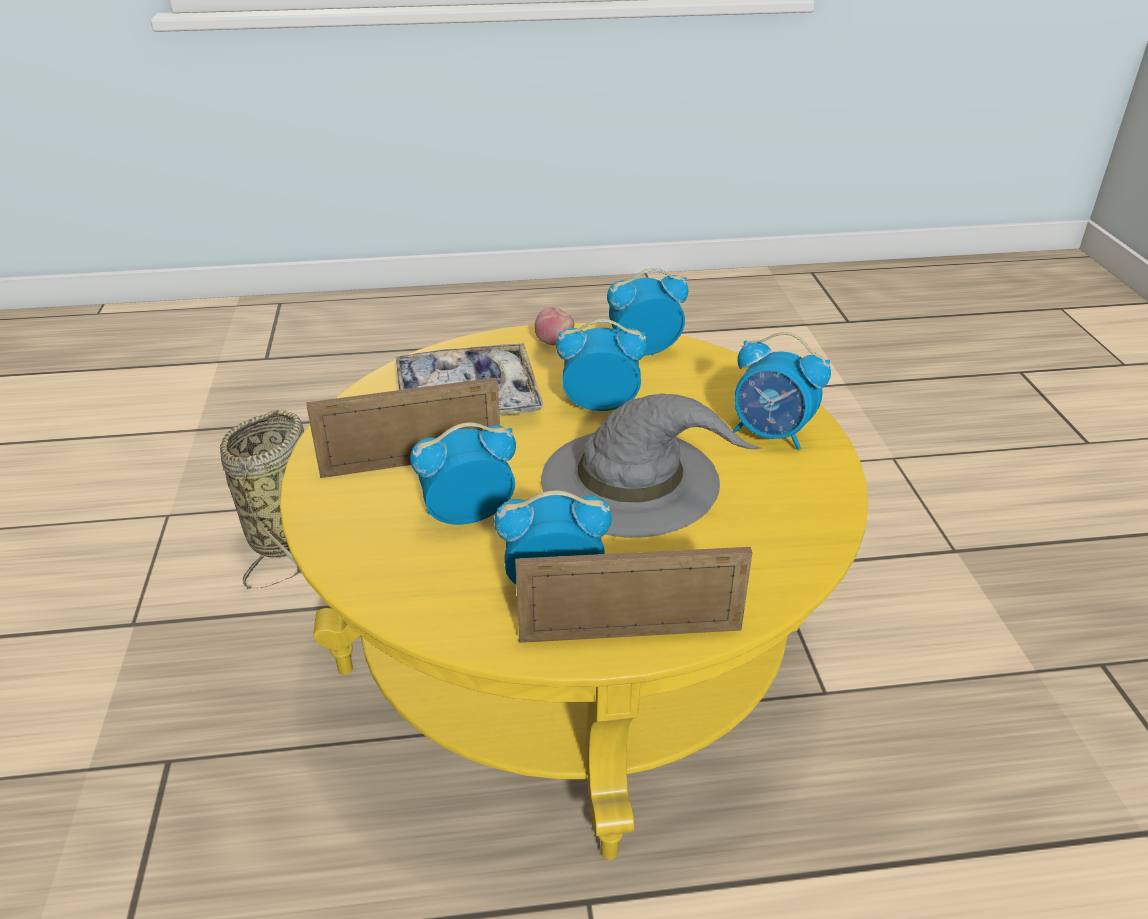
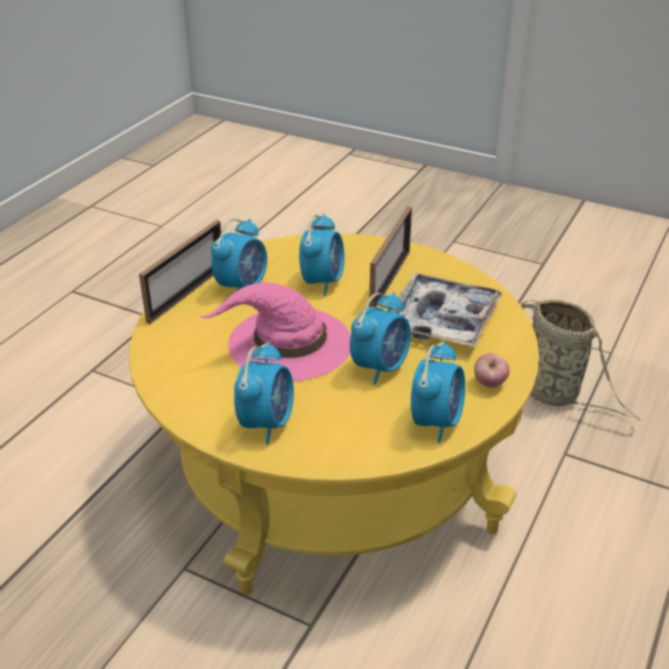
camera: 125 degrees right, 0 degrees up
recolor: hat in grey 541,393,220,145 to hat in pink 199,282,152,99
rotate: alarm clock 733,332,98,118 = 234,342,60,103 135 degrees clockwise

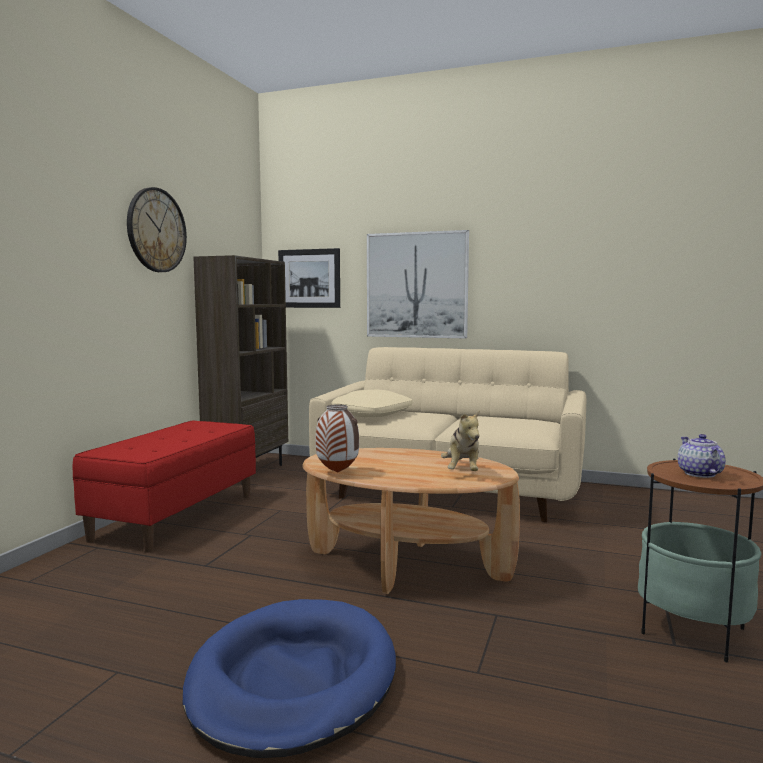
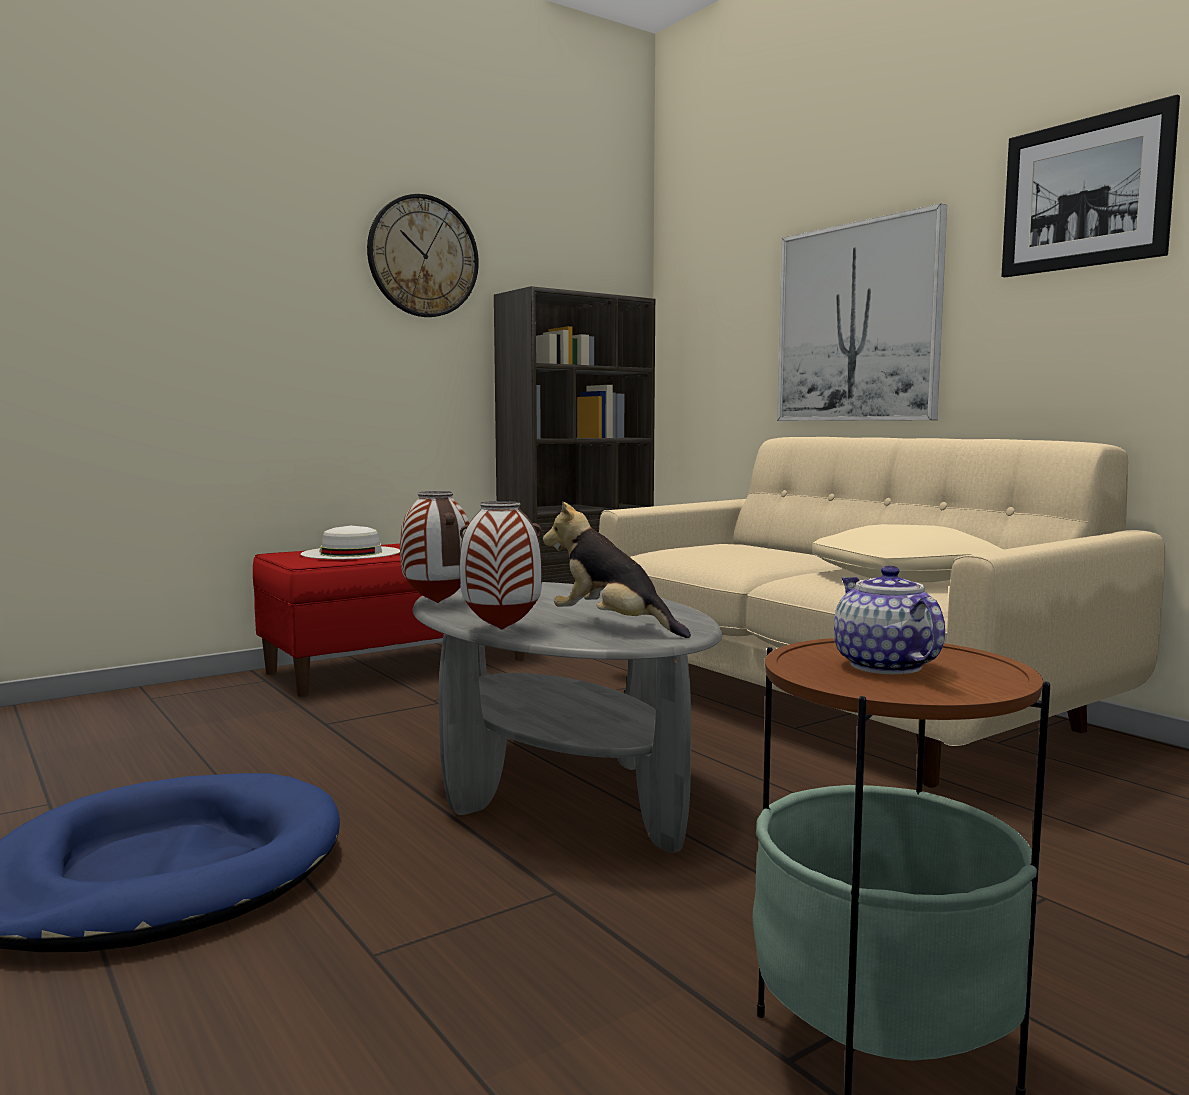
camera: 35 degrees right, 0 degrees up
insert: hat in white 301,525,99,34; vase 459,501,84,129
move: pillow in beige 331,390,81,27 to 812,524,192,58; picture 278,248,62,60 to 1001,95,179,182
recolor: coffee table in brown 302,448,218,146 to coffee table in grey 413,582,309,271
rotate: plush toy 441,410,39,61 = 543,502,148,136 90 degrees clockwise; teapot 678,434,47,44 = 834,565,111,109 45 degrees counterclockwise

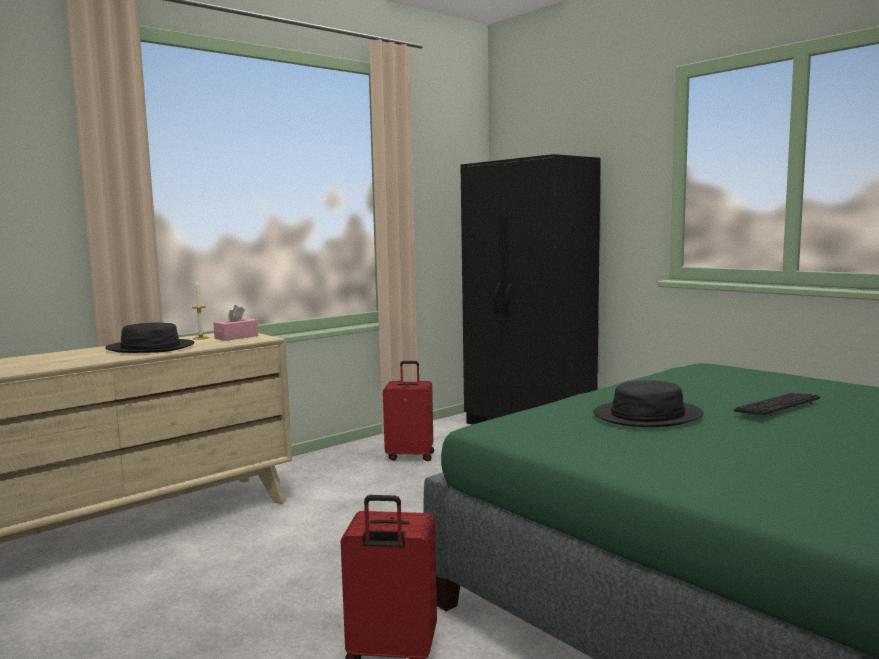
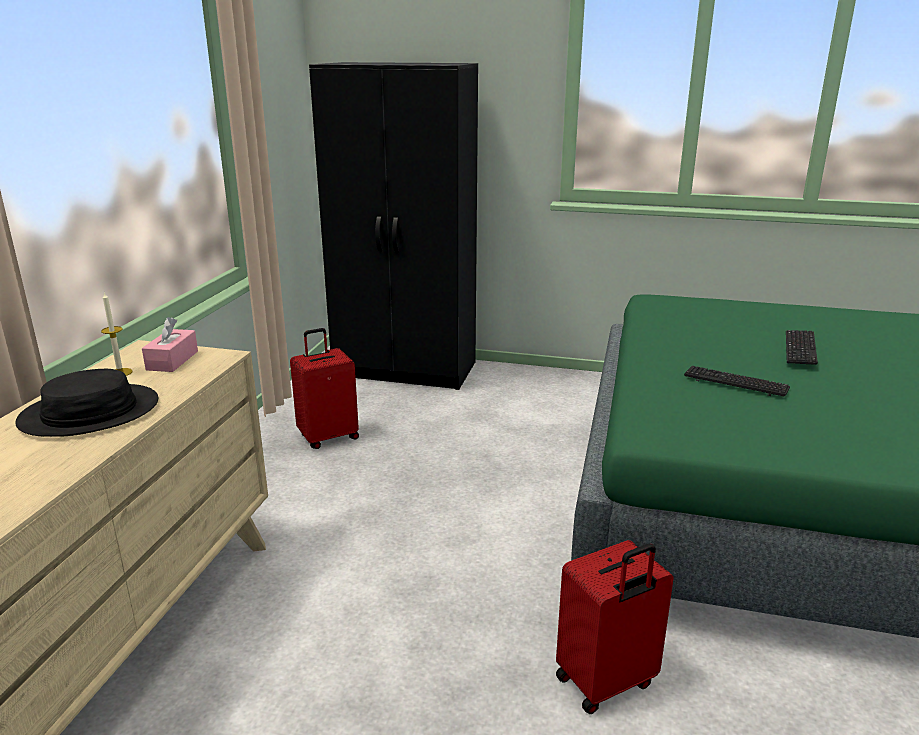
camera: 35 degrees left, 15 degrees up
replace: hat in black 593,380,111,47 to keyboard 684,366,106,31

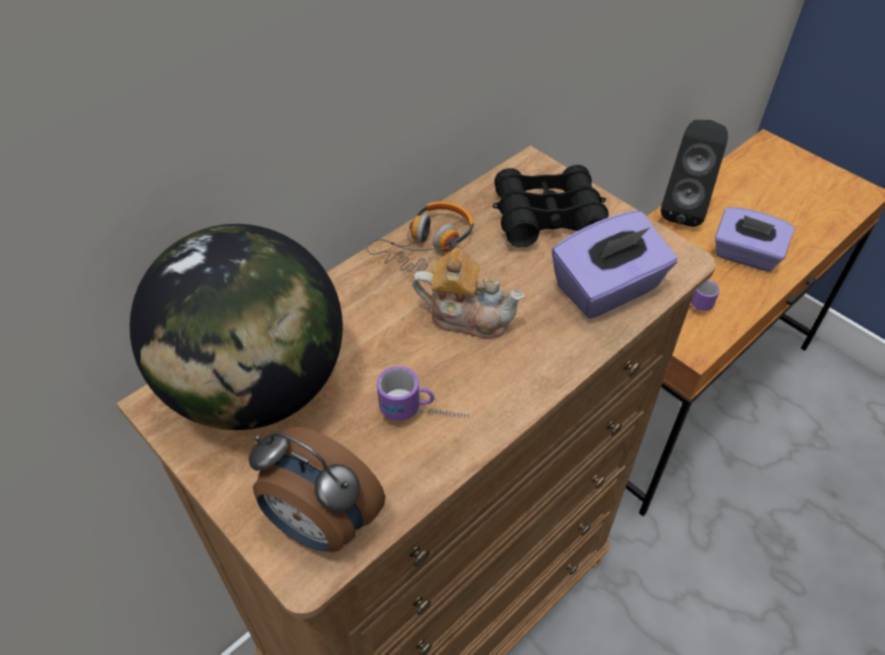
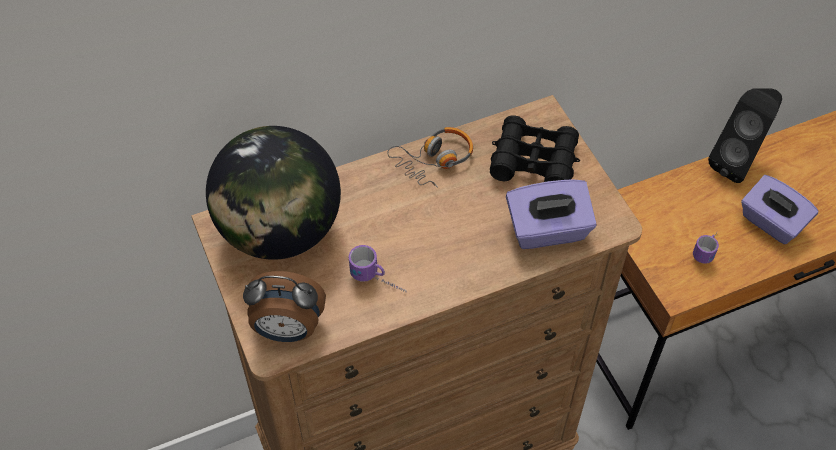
camera: 20 degrees right, 5 degrees up
delete: teapot 412,248,113,90
rotate: alarm clock 248,427,137,125 = 243,271,83,71 45 degrees counterclockwise

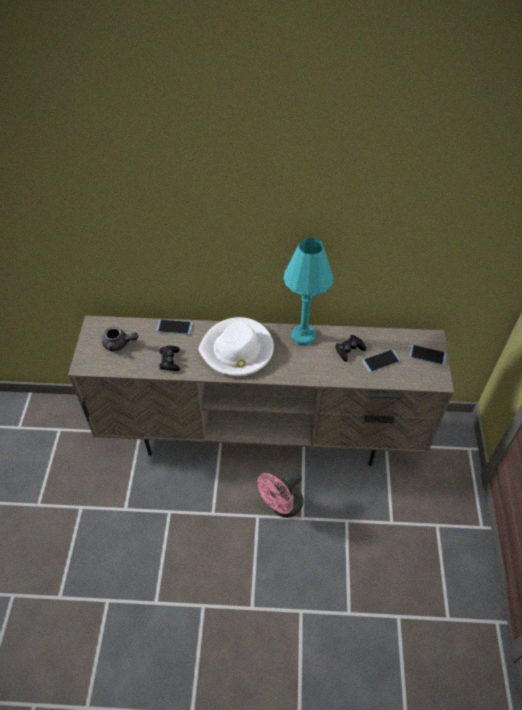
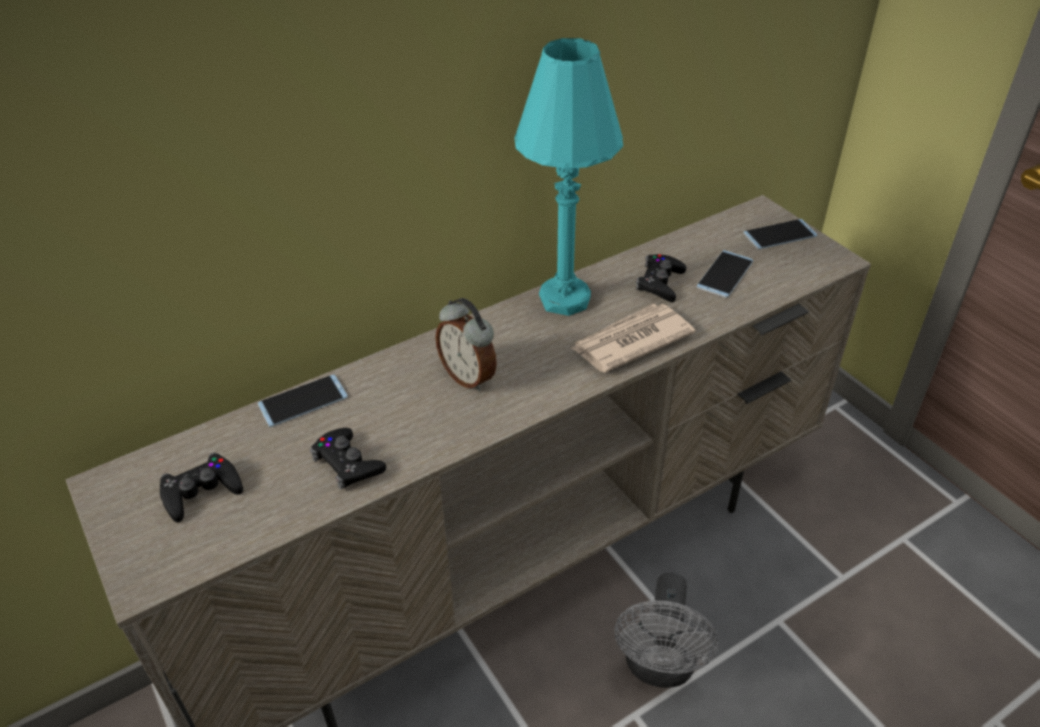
camera: 35 degrees left, 10 degrees down
insert: newspaper 570,304,125,68
replace: teapot in grey 102,327,36,25 to game controller in black 160,453,83,69; hat in white 198,317,76,59 to alarm clock 435,298,62,94
recolor: fan in pink 258,470,46,48 to fan in grey 615,573,104,115

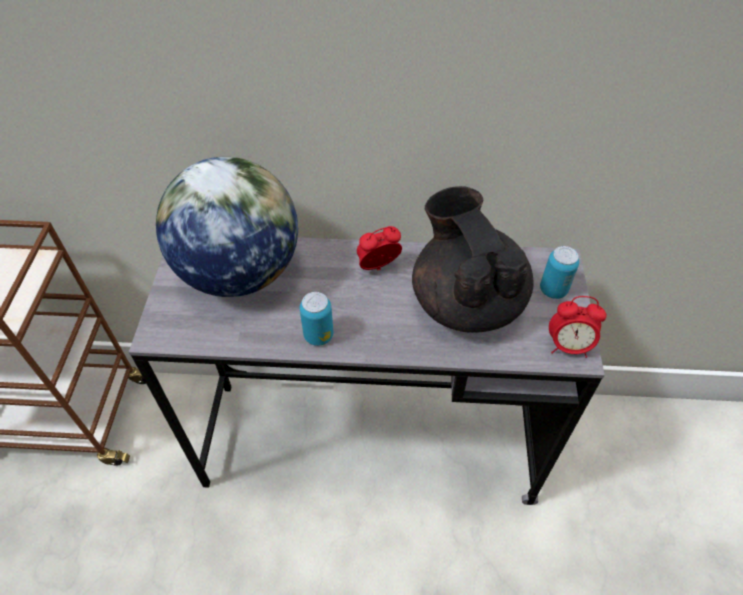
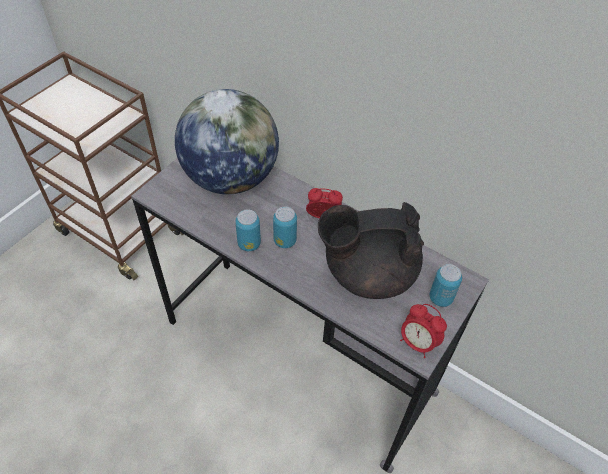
camera: 30 degrees right, 0 degrees up
insert: can 273,206,24,42
rotate: teapot in black 412,186,122,147 = 318,202,106,97 105 degrees counterclockwise

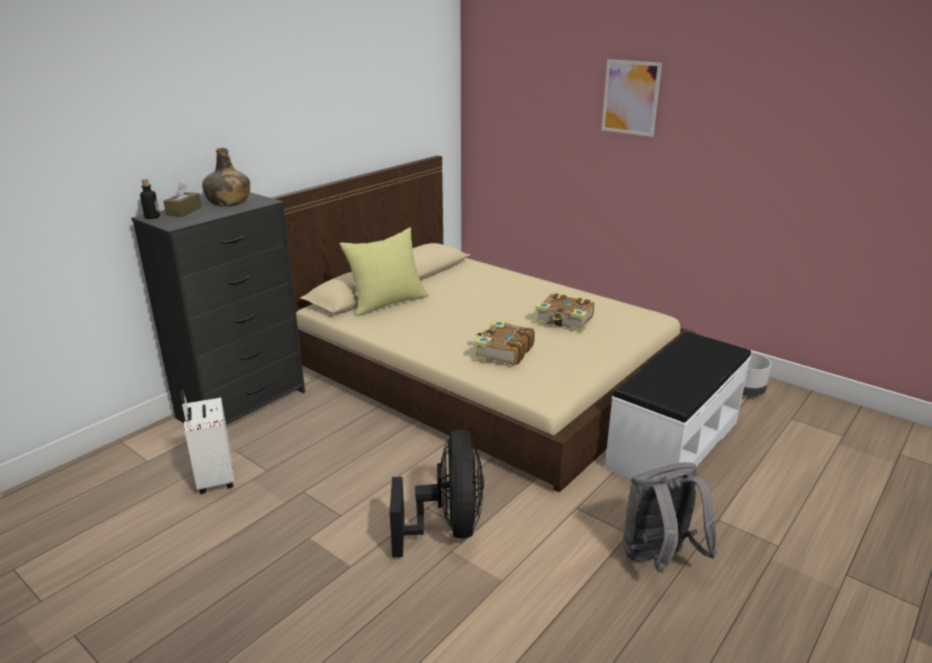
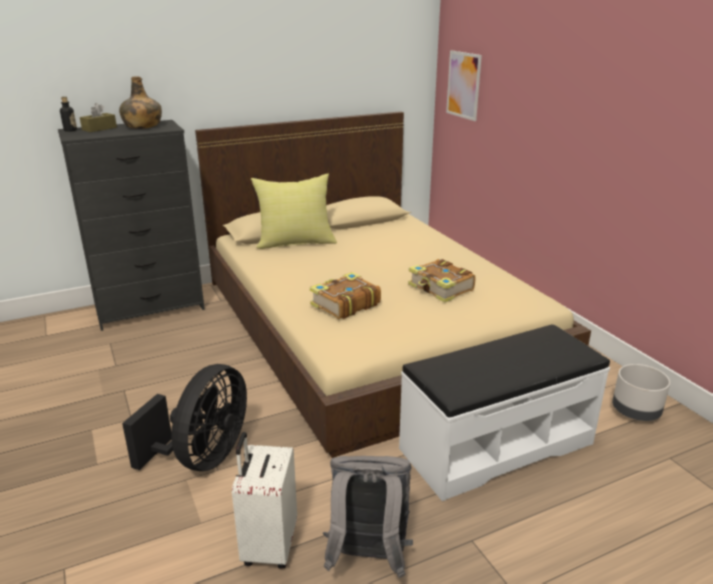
camera: 25 degrees right, 0 degrees up
move: suitcase in white 181,390,53,104 to 232,432,65,137; picture 602,59,60,78 to 446,50,36,71

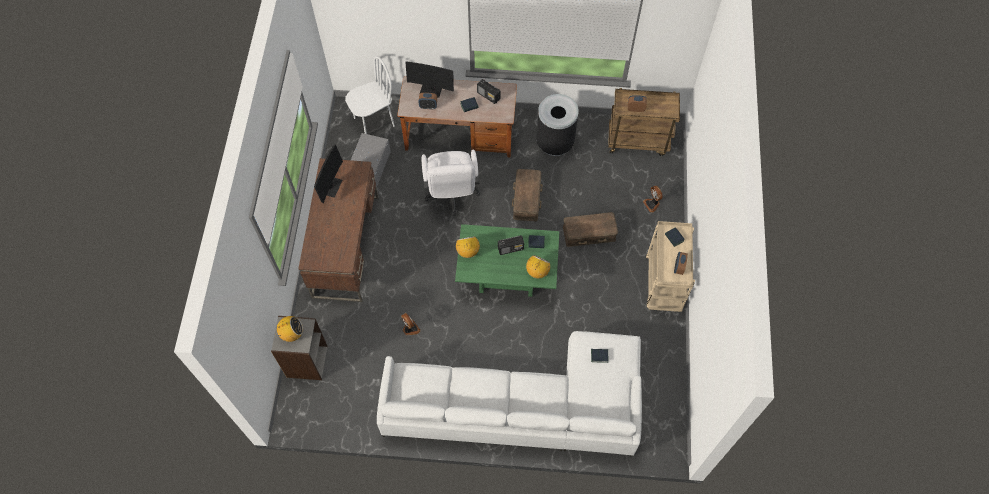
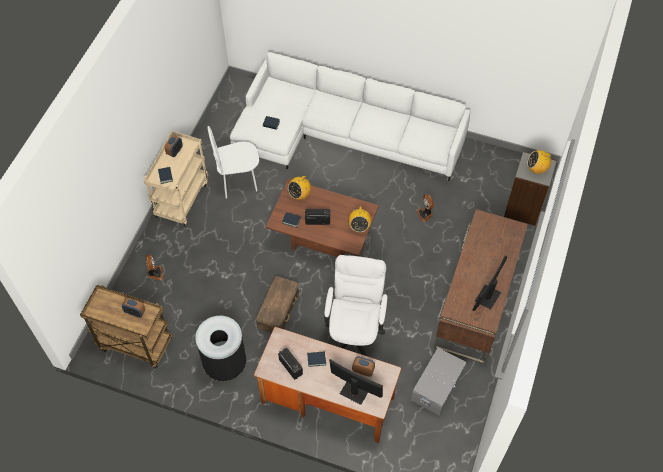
camera: 165 degrees left, 5 degrees down
delete: storage box in brown 563,212,55,35
move: chair in white 345,56,50,78 to 207,126,52,73
recolor: coffee table in green 455,224,104,73 to coffee table in brown 266,179,113,78

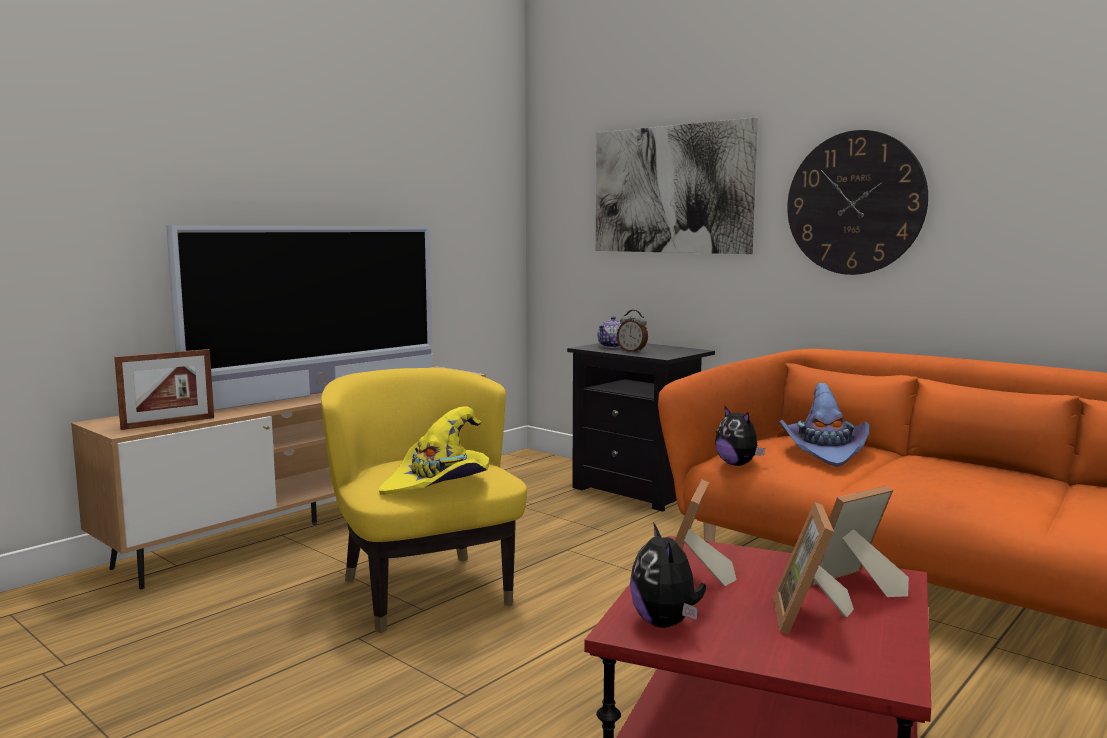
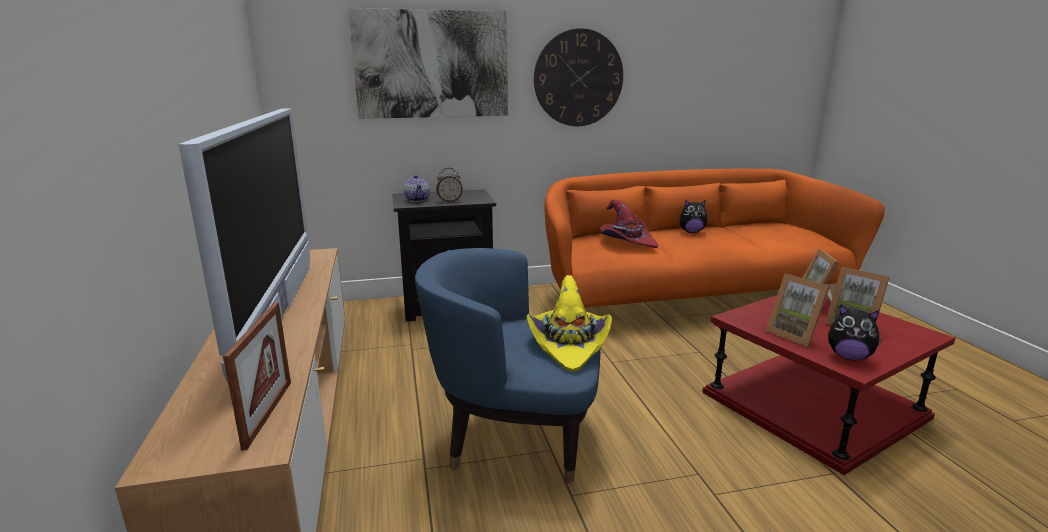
camera: 55 degrees left, 10 degrees up
move: plush toy 715,407,50,59 to 680,199,27,34
recolor: armchair in yellow 321,368,206,265 to armchair in blue 415,248,186,235; hat in purple 779,383,91,84 to hat in red 600,199,58,49

